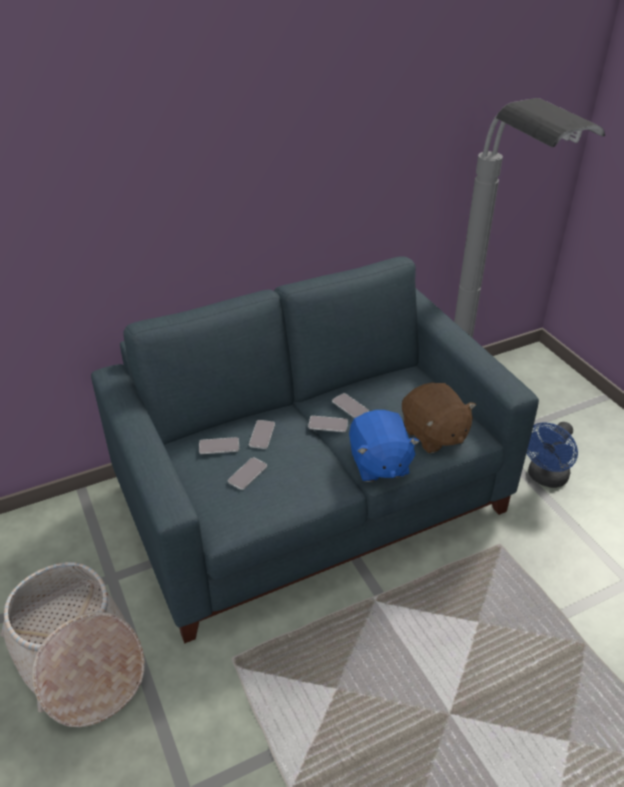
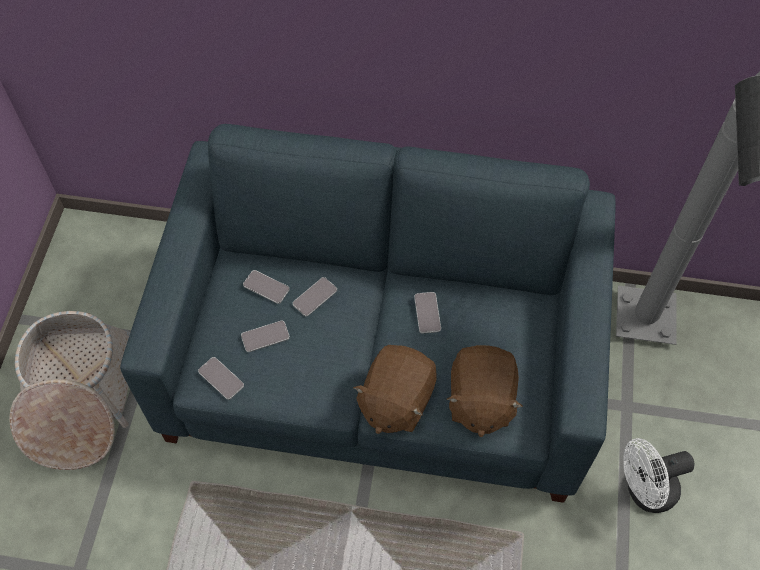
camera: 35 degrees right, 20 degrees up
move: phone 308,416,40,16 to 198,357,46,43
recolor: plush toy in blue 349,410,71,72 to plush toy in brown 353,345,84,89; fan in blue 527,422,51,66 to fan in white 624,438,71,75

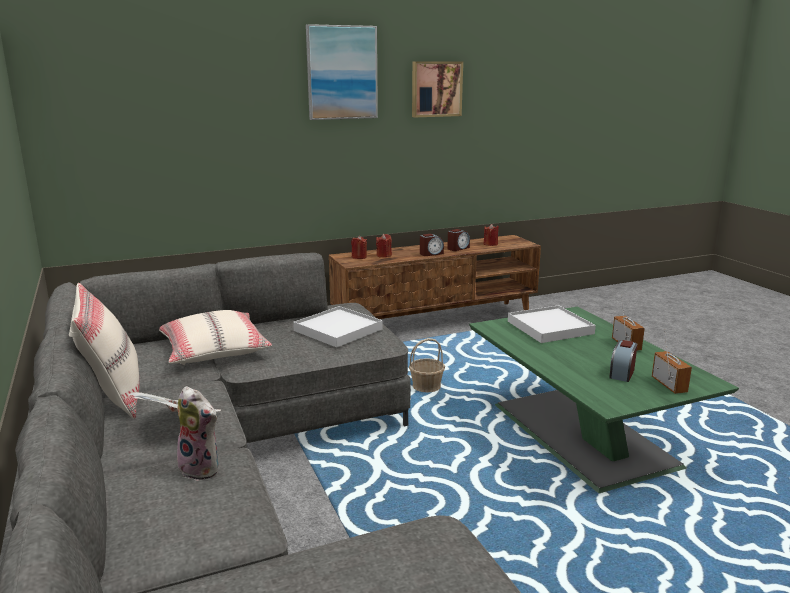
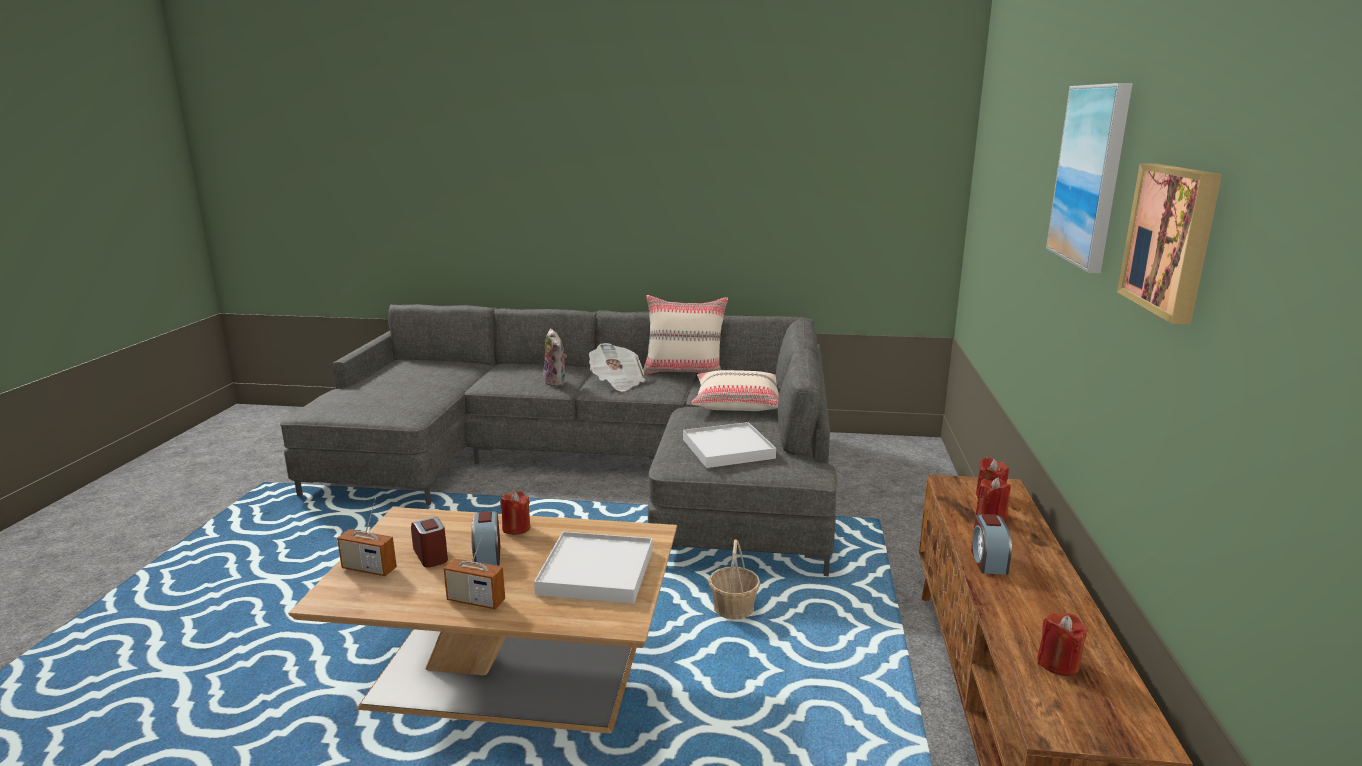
camera: 120 degrees right, 0 degrees up
insert: candle in red 500,491,30,44
move: alarm clock 447,229,23,22 to 471,511,29,55
recolor: coffee table in green 469,307,270,186 to coffee table in brown 288,507,389,227
rotate: plush toy 177,386,41,95 = 542,329,25,58 90 degrees counterclockwise

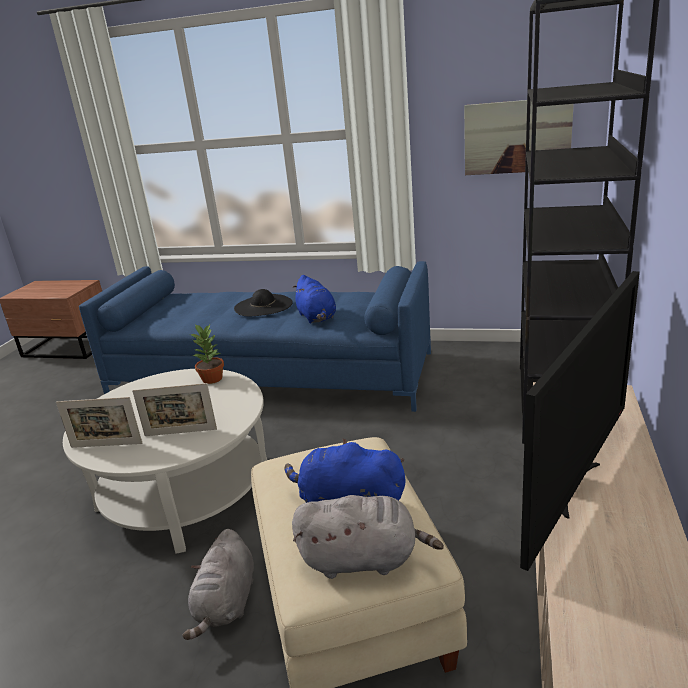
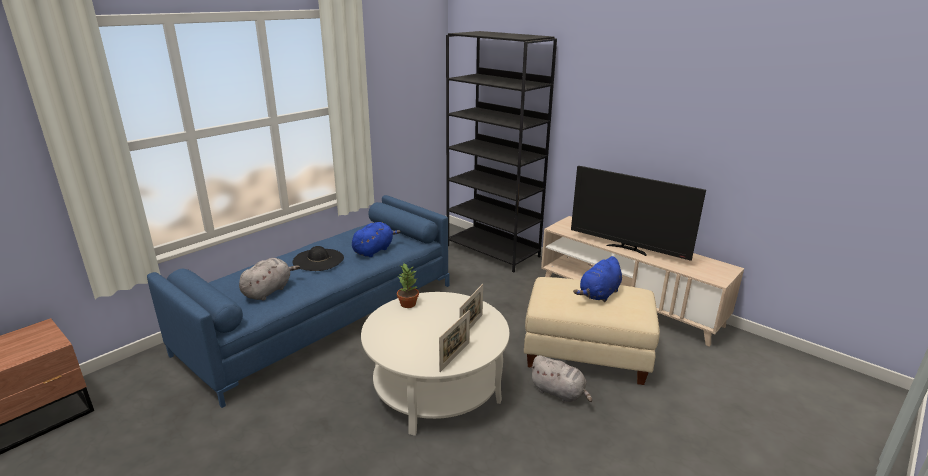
camera: 65 degrees left, 0 degrees up
delete: picture 464,100,110,75
move: plush toy in grey 292,495,152,84 to 239,258,61,42
rotate: plush toy in blue 292,275,44,48 = 352,222,48,35 60 degrees counterclockwise; television 520,271,120,300 = 571,166,135,95 150 degrees clockwise

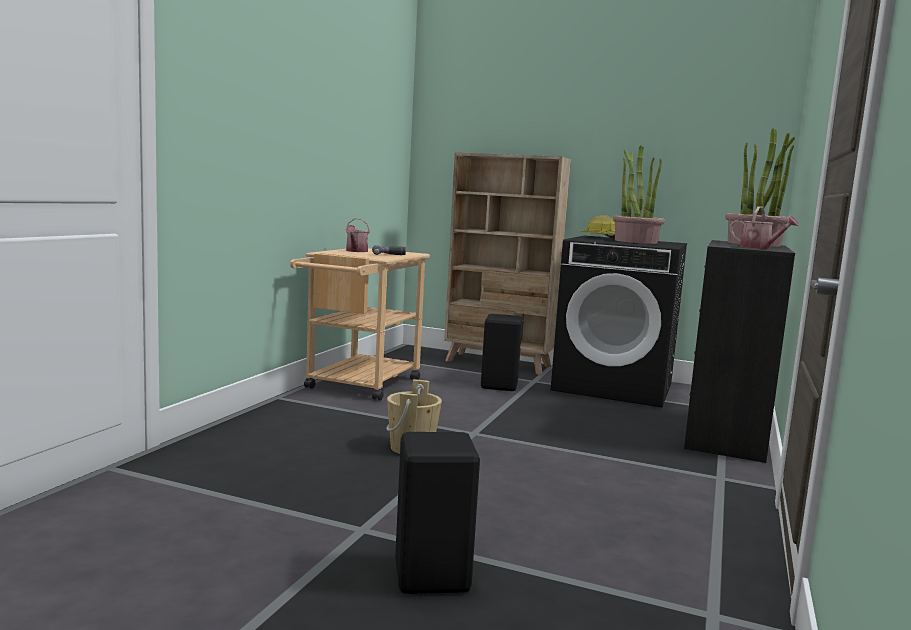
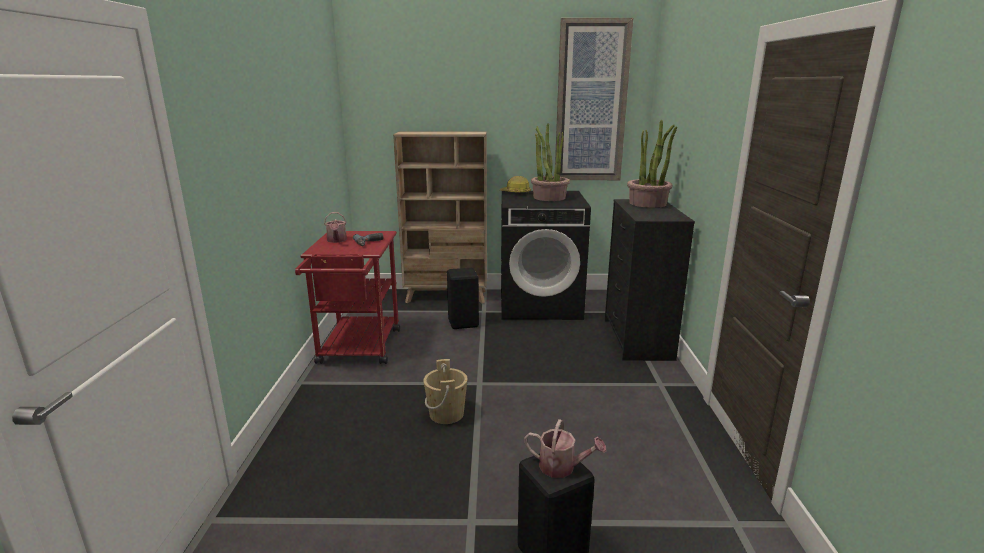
camera: 20 degrees left, 10 degrees up
insert: picture 555,18,78,162
move: watering can 730,206,69,43 to 524,419,83,59
recolor: cart in beige 290,248,140,153 to cart in red 295,231,105,133

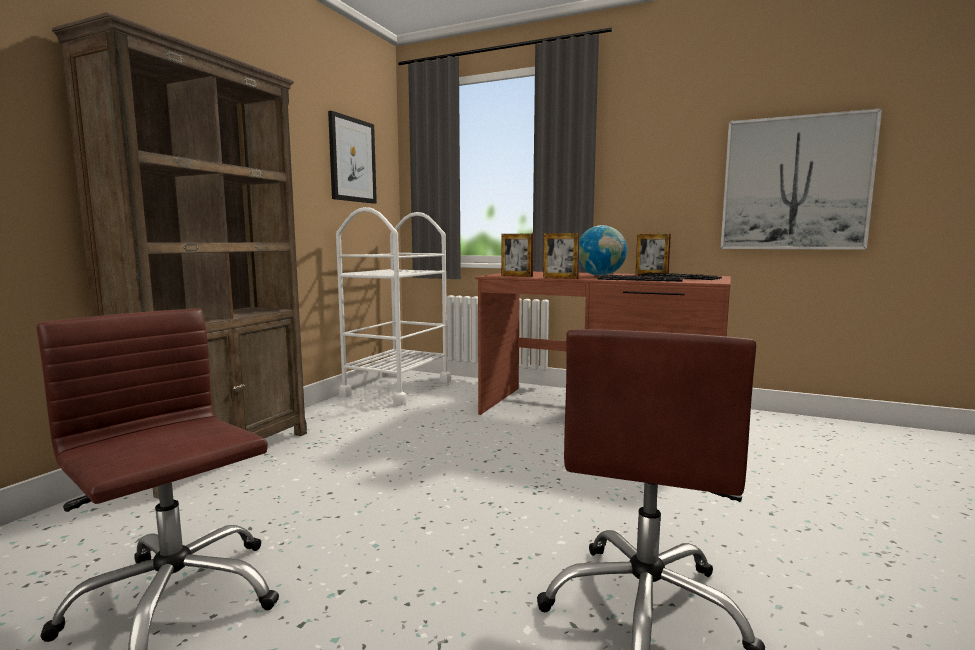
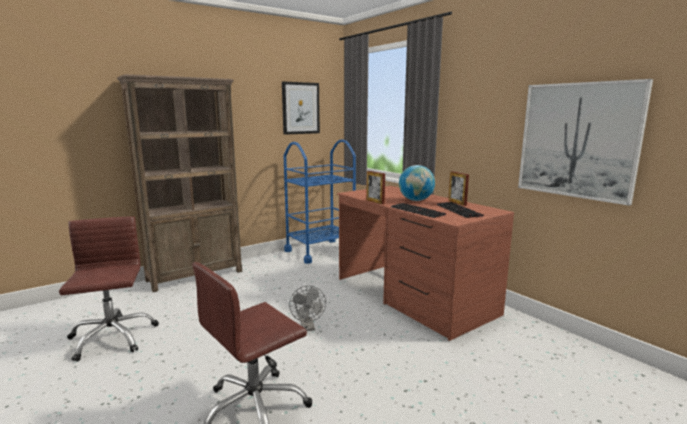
camera: 30 degrees right, 5 degrees up
delete: picture frame 501,234,33,43
insert: fan in grey 289,286,37,45
recolor: cart in white 336,207,115,198 to cart in blue 284,139,72,125

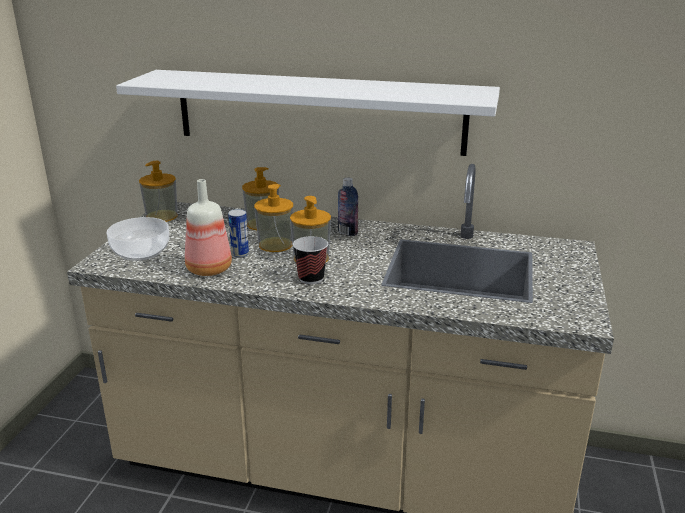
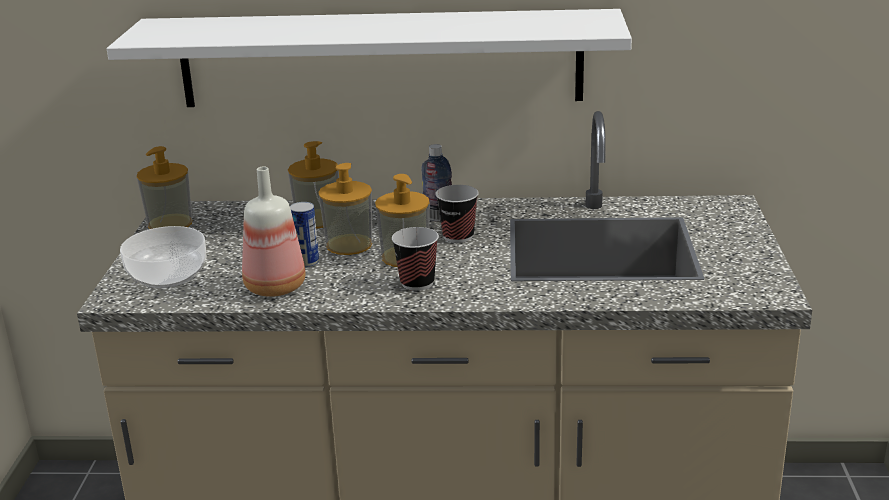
camera: 10 degrees left, 0 degrees up
insert: cup 435,185,44,58

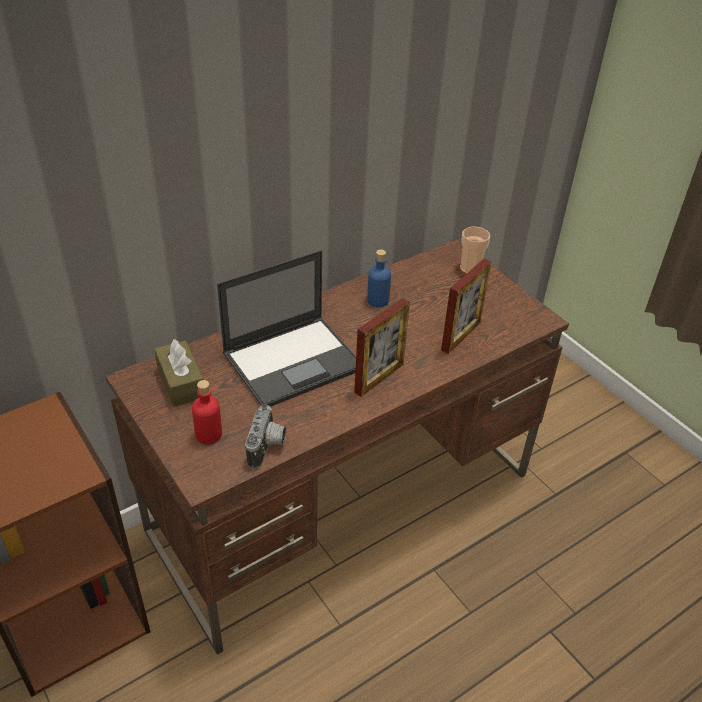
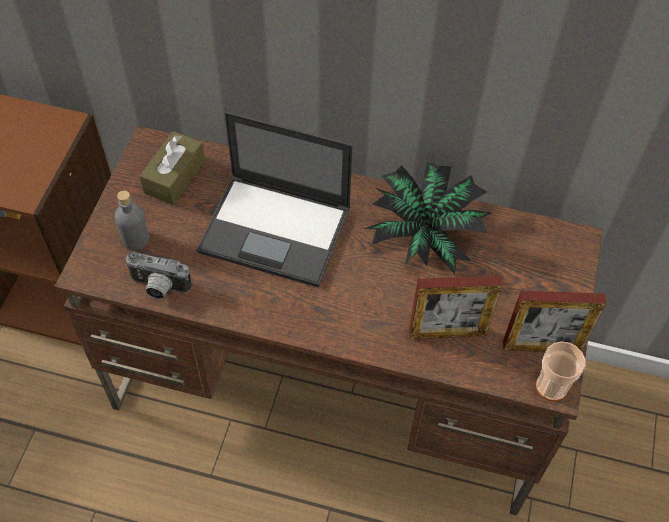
camera: 50 degrees right, 15 degrees up
move: picture frame 354,298,56,99 to 503,290,103,62; cup 460,226,30,48 to 536,341,49,60
replace: bottle in blue 367,250,24,57 to potted plant 364,162,127,113
recolor: bottle in red 192,380,30,65 to bottle in grey 115,190,34,60
rotate: photo camera 245,404,41,65 = 125,251,67,49 45 degrees clockwise

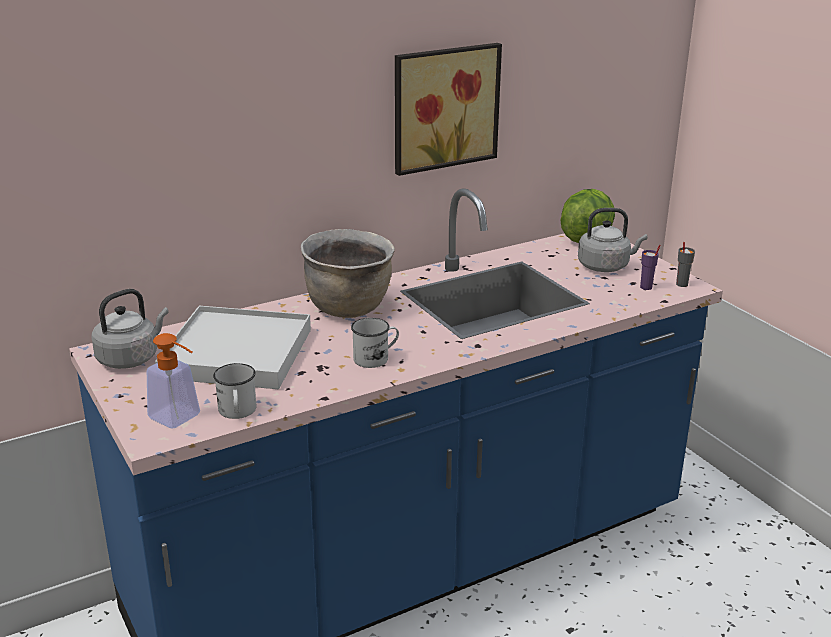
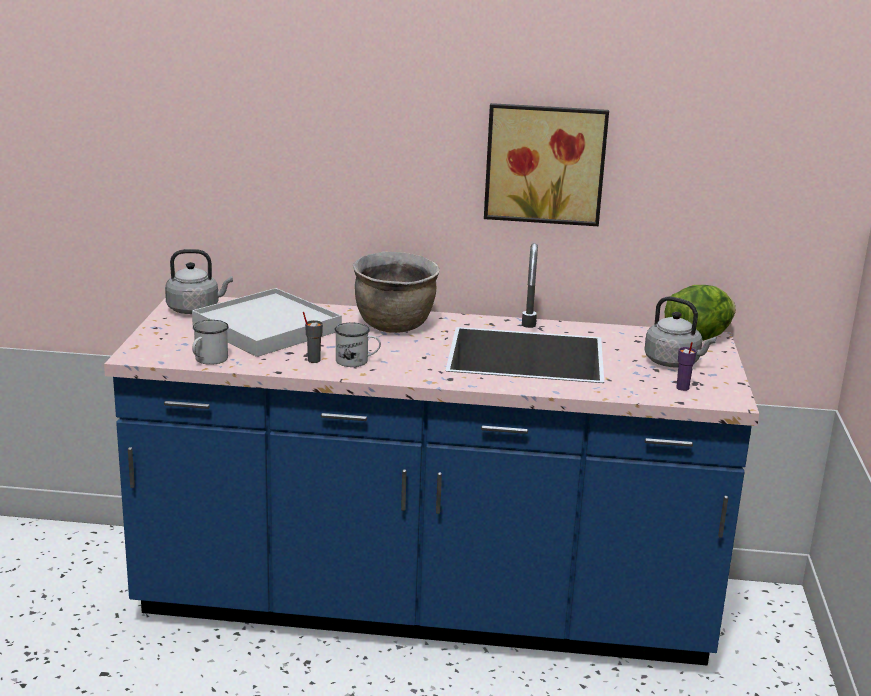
camera: 35 degrees right, 5 degrees down
delete: soap dispenser 147,333,53,96
move: cup in grey 676,242,19,45 to 303,312,20,51

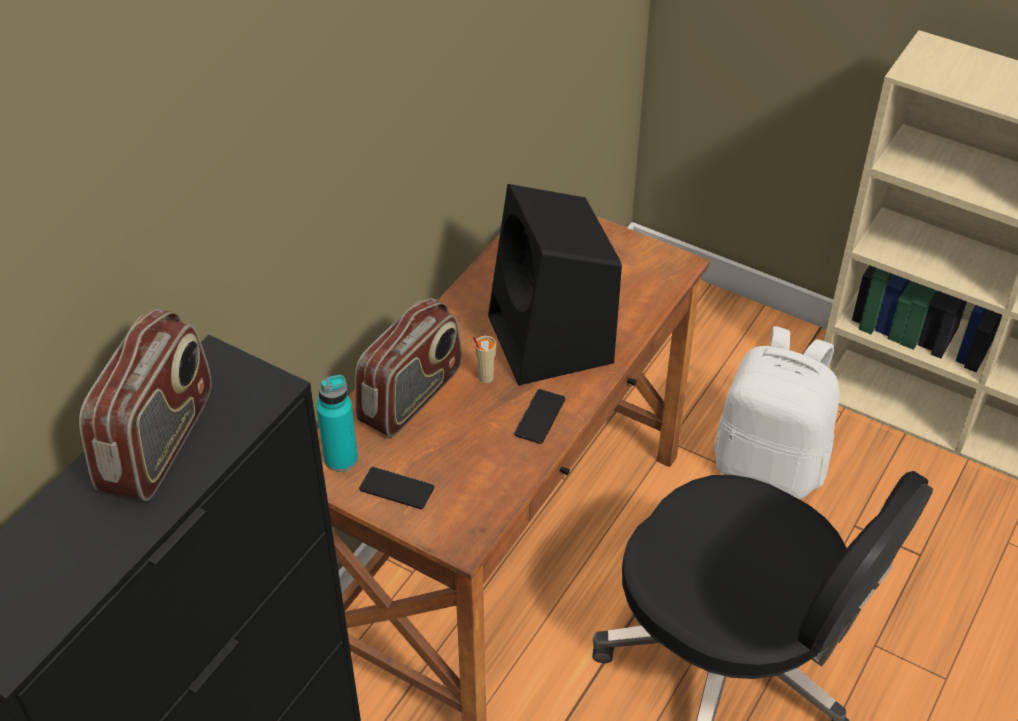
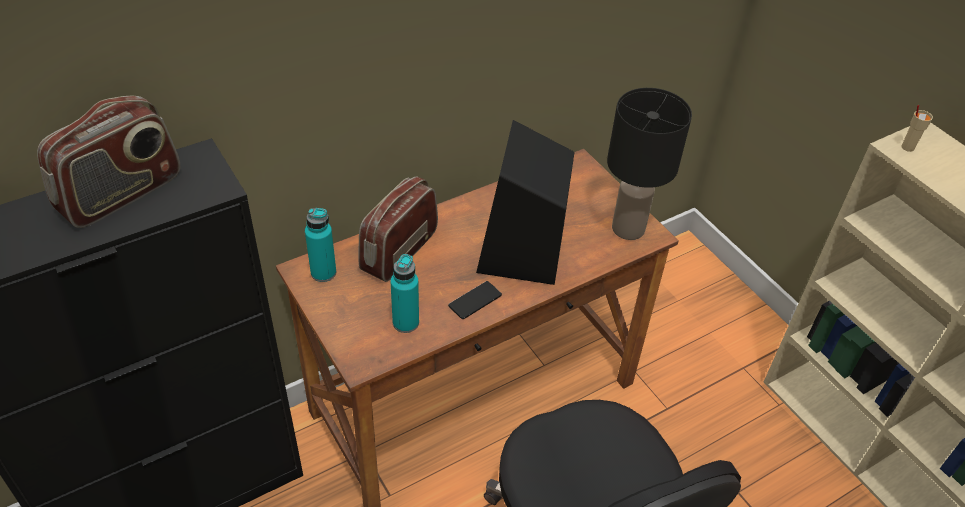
camera: 25 degrees right, 0 degrees up
delete: phone 359,467,75,42; backpack in white 715,326,124,173
insert: bottle in turquoise 390,254,29,79; table lamp in black 607,88,85,152
move: cup in beige 473,336,23,47 to 902,105,31,47
rotate: radio 355,298,107,139 = 358,176,80,106 150 degrees clockwise

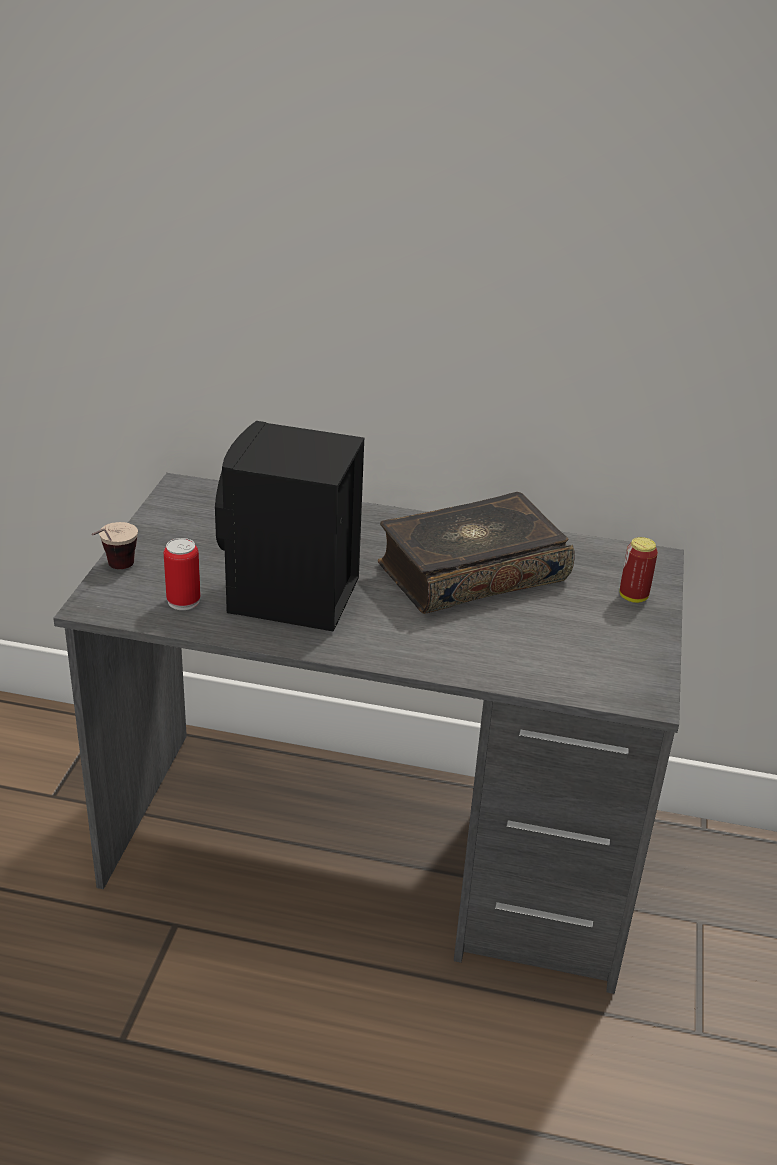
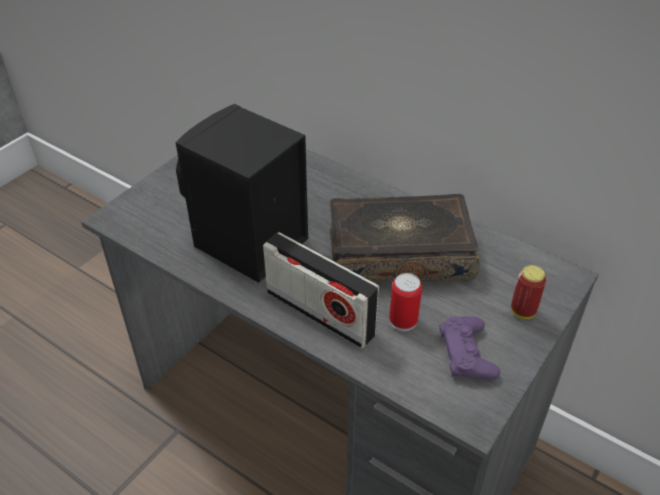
camera: 25 degrees right, 10 degrees up
delete: cup 92,522,46,47
insert: radio 263,232,116,117; game controller in purple 439,316,61,64
move: can 164,538,37,72 to 389,273,33,58

